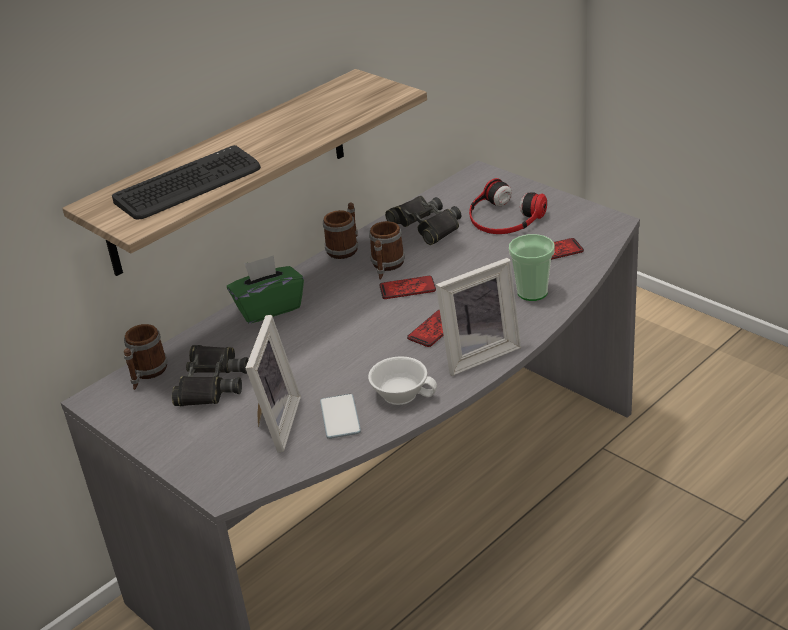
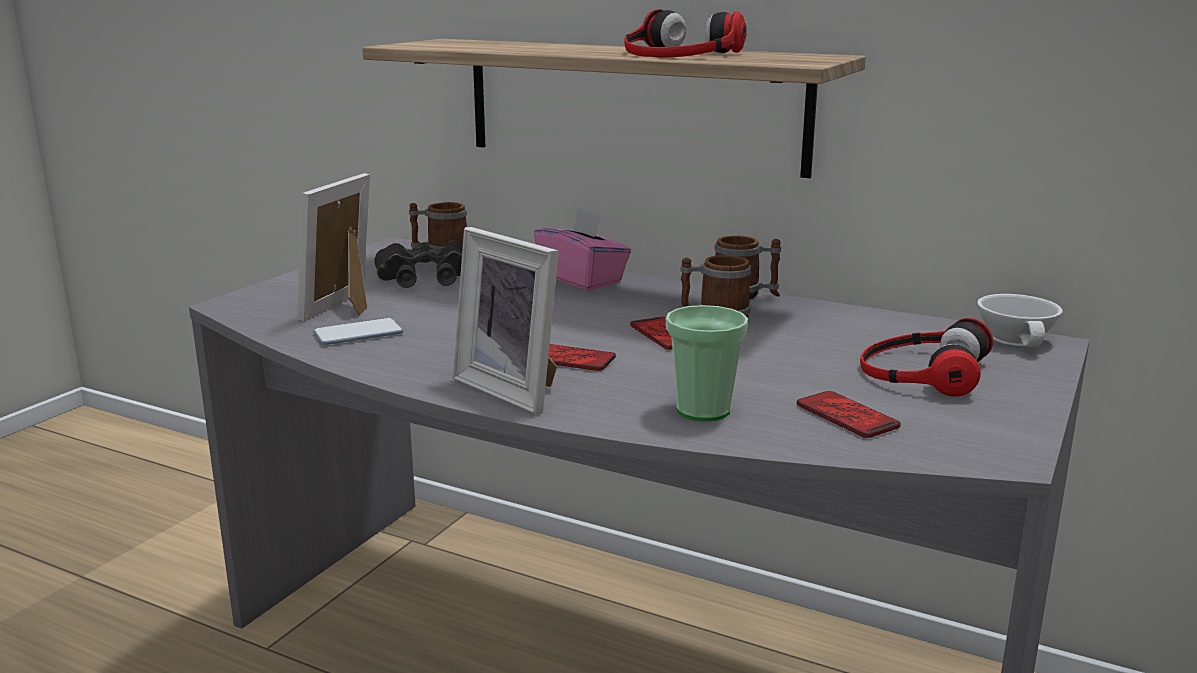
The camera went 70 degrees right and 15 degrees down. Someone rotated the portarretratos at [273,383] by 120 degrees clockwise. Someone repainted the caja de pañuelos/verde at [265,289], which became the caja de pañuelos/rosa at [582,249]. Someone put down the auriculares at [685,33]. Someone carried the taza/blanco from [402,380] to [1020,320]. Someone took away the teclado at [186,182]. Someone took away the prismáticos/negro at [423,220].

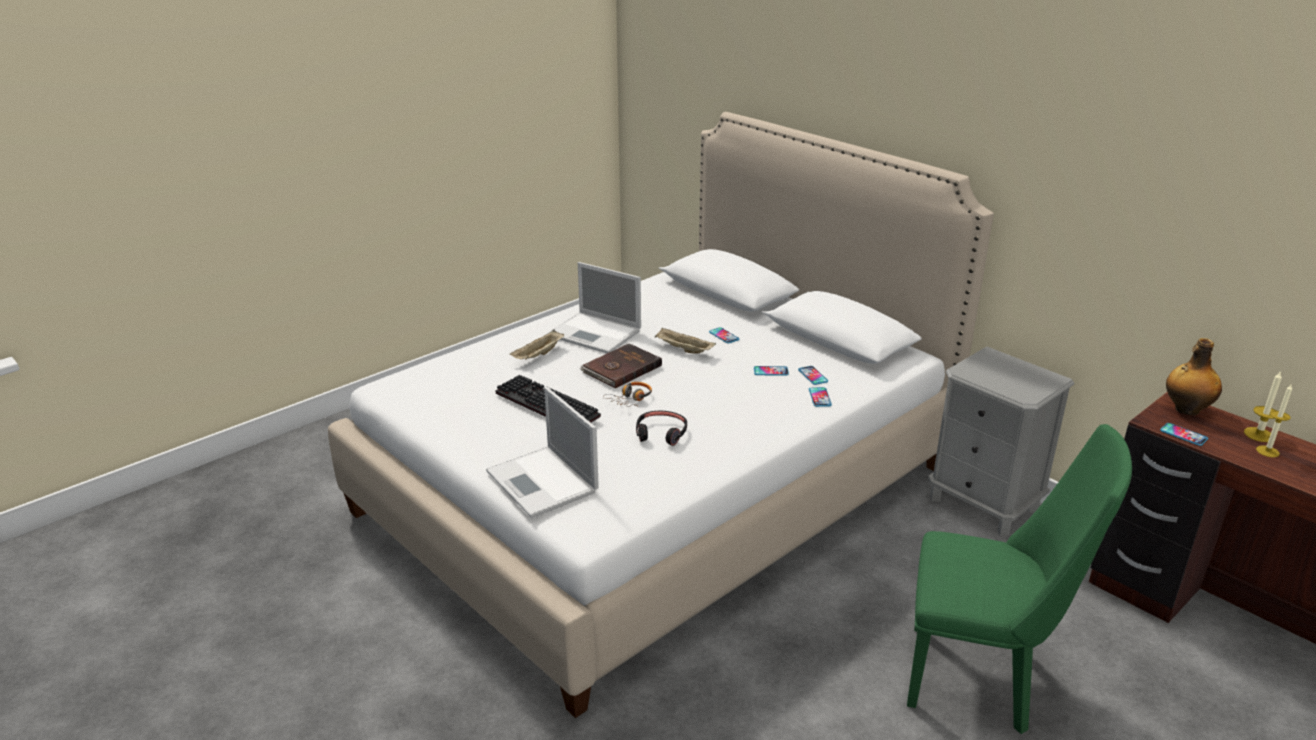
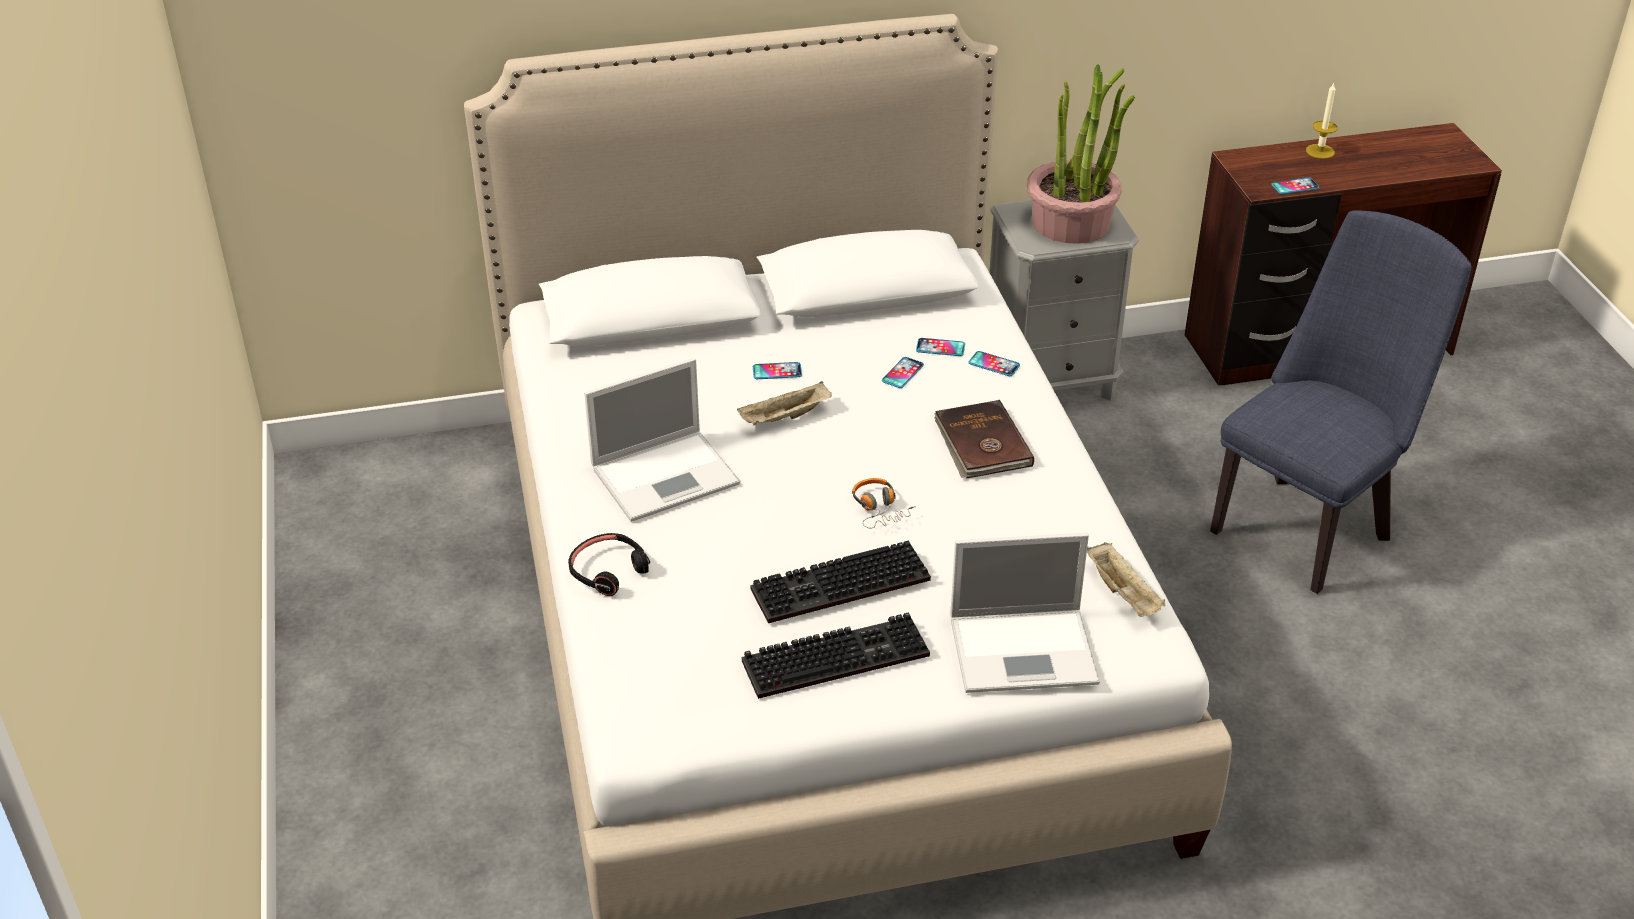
The camera went 60 degrees left and 10 degrees up. Someone carried the auriculares/negro from [661,428] to [609,564]. Someone put down the teclado at [836,655]. Someone carried the libro/marrón from [621,366] to [984,439]. Someone put down the planta en maceta at [1081,154]. Someone carried the bandeja/beis from [537,344] to [1126,579]. Someone repainted the silla/verde at [1019,579], which became the silla/azul at [1341,402]. Someone took away the botella at [1194,376]. Someone took away the vela at [1274,421].

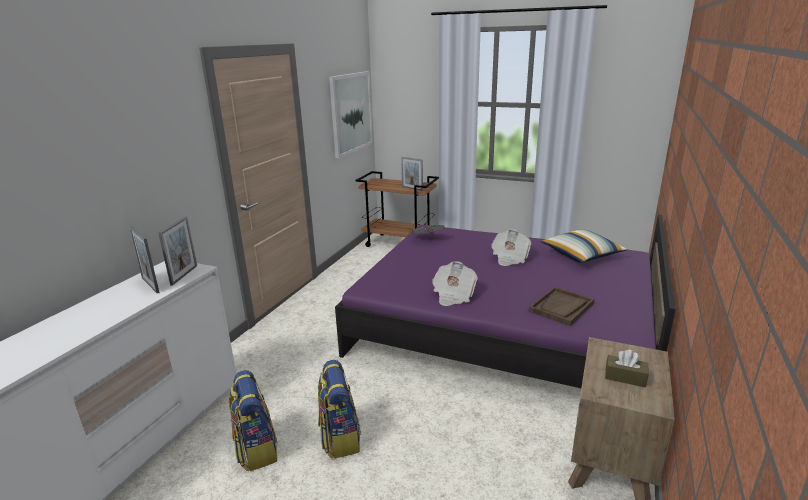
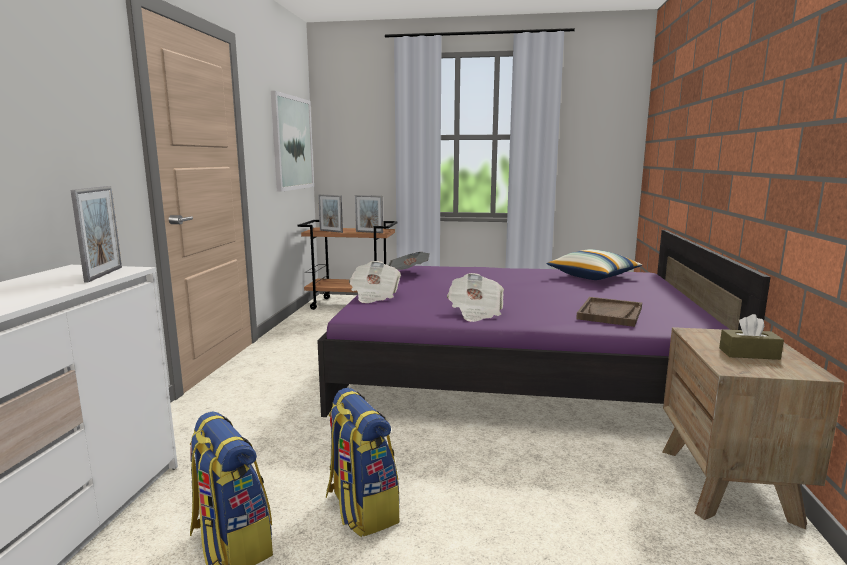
The camera went 15 degrees left and 10 degrees down. Someone carried the portarretratos from [144,259] to [330,213]. Someone carried the periódico from [511,247] to [375,282].

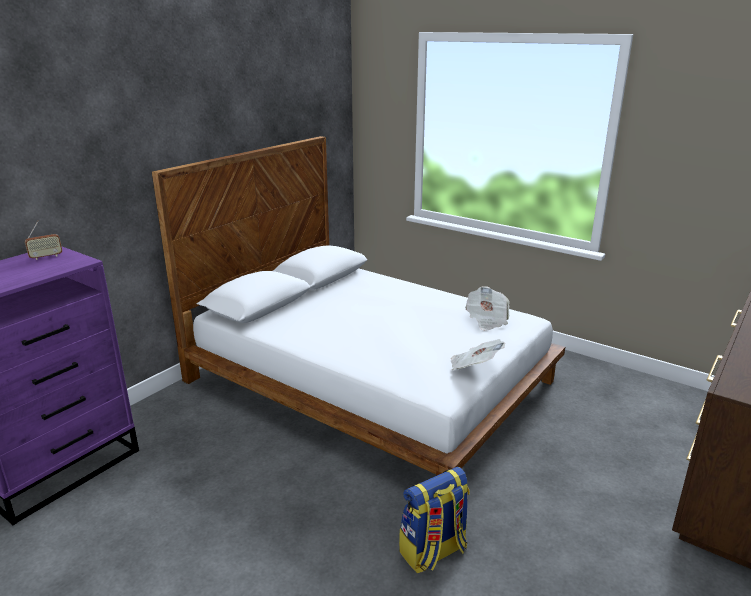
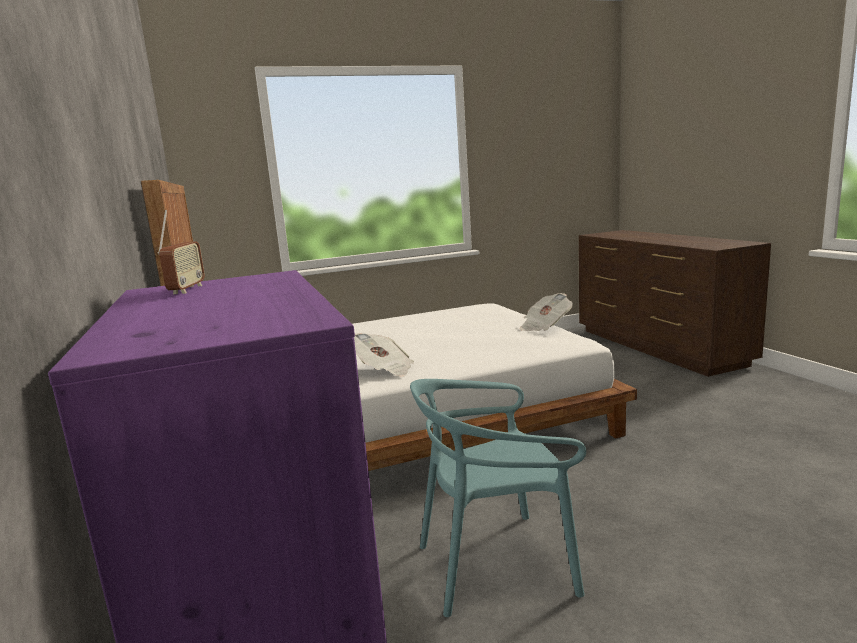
The camera went 55 degrees left and 10 degrees down. Someone carried the periódico from [487,308] to [384,354]. Someone put down the silla/turquesa at [498,498]. Someone took away the mochila at [434,520].

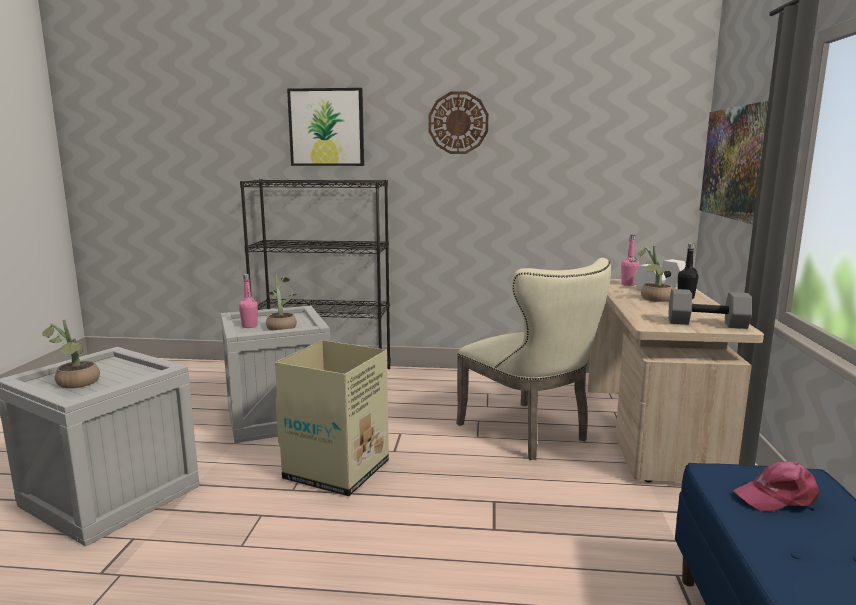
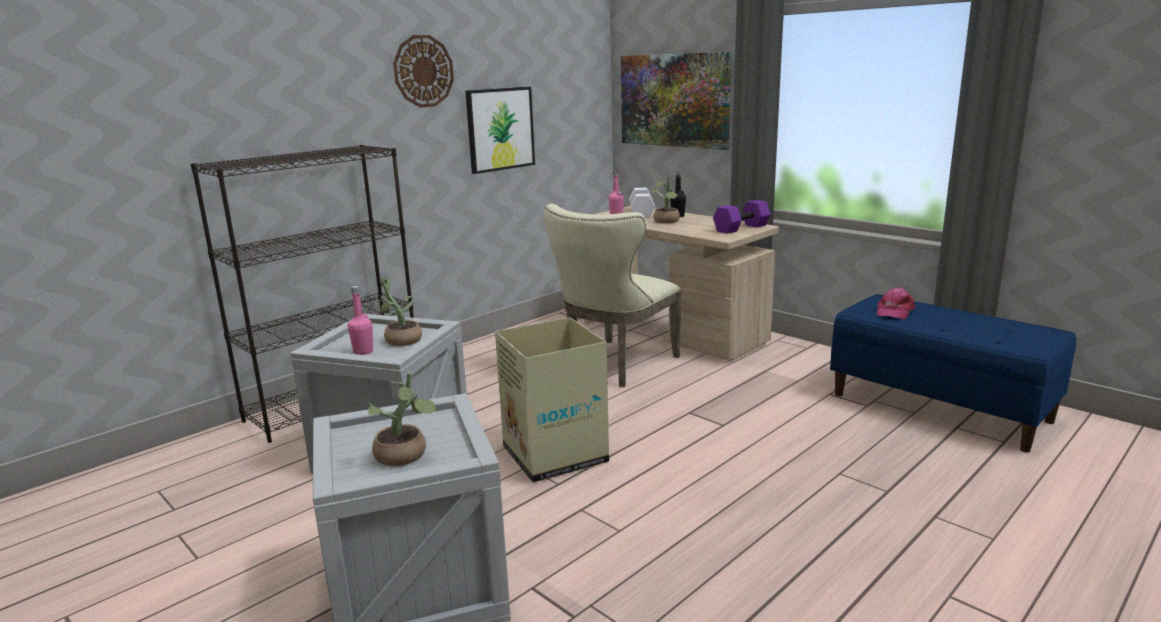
The camera went 50 degrees left and 5 degrees up. Someone carried the cuadro from [325,127] to [500,130]. Someone rotated the silla/beis at [533,359] by 120 degrees clockwise. Someone repainted the mancuerna/gris at [710,309], which became the mancuerna/morado at [742,217].

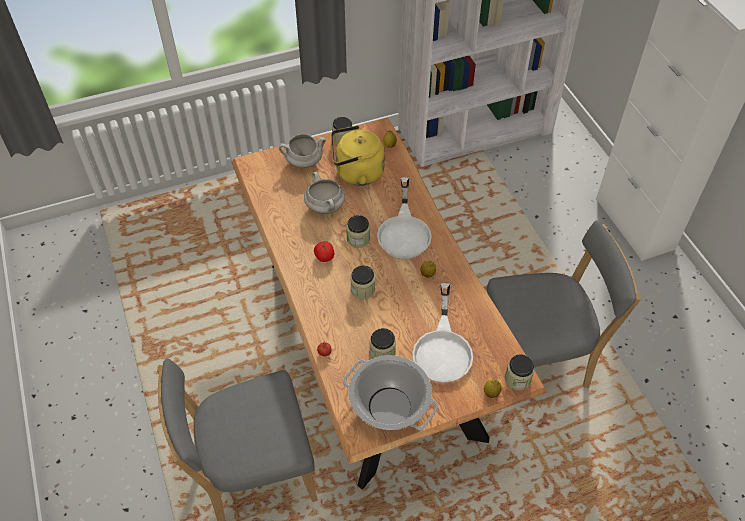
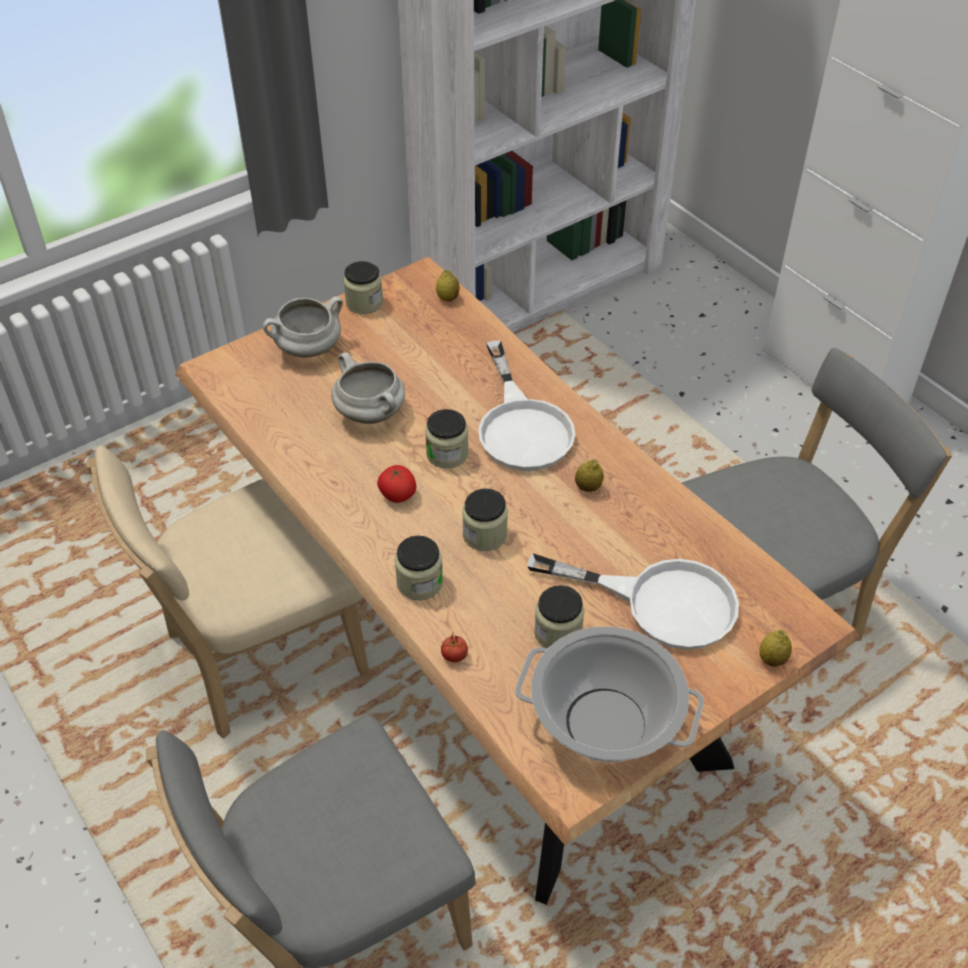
The camera went 15 degrees left and 5 degrees down. Someone put down the silla/beis at [228,592]. Someone carried the tarro from [519,372] to [419,568]. Someone rotated the sartén/blanco at [442,333] by 60 degrees counterclockwise. Someone took away the hervidor/amarillo at [358,155].

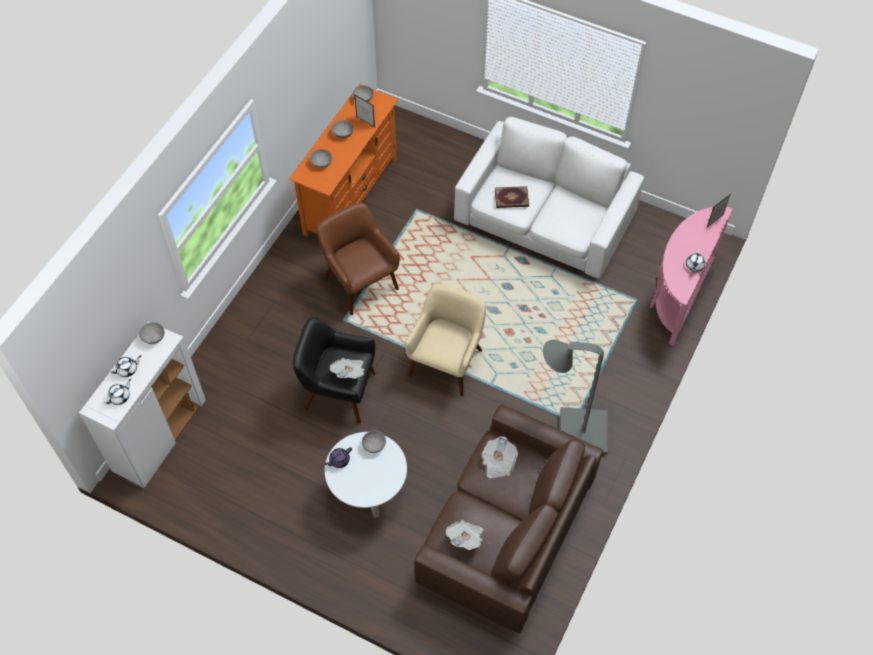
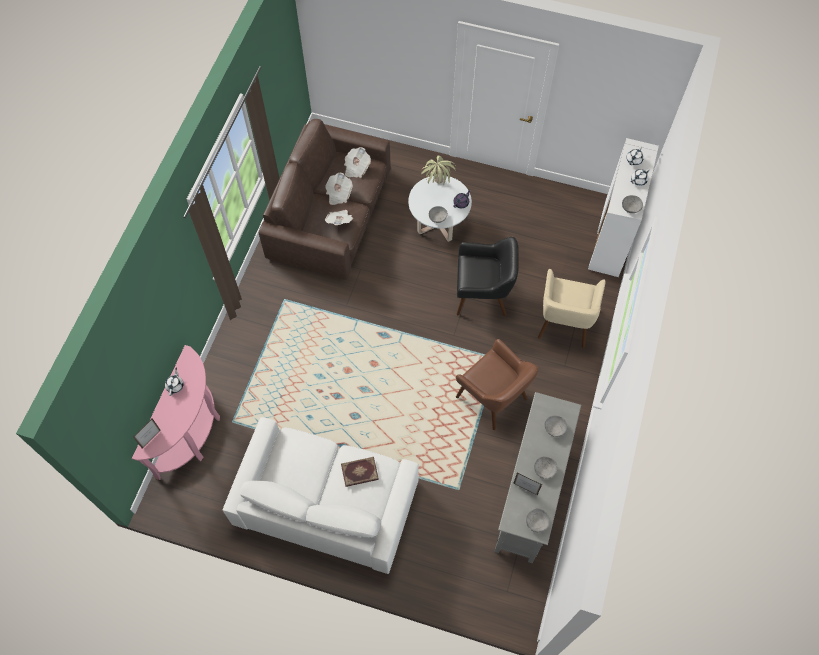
The camera went 170 degrees right and 5 degrees up. Someone carried the periódico from [347,368] to [339,189]. Someone put down the planta en maceta at [438,170]. Someone repainted the mueble de televisión/naranja at [344,160], which became the mueble de televisión/gris at [537,477]. Someone carried the sillón/beis from [445,340] to [572,308]. Someone took away the lámpara de pie/gris at [575,397].

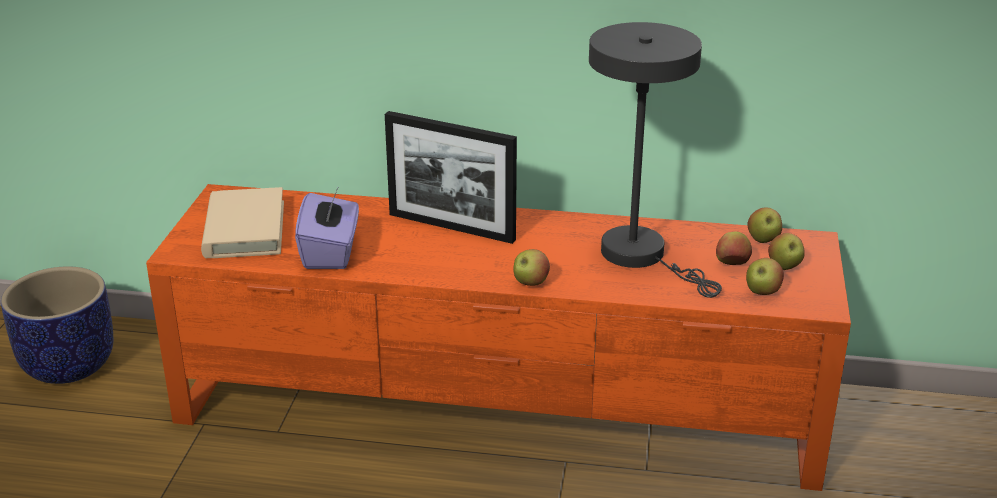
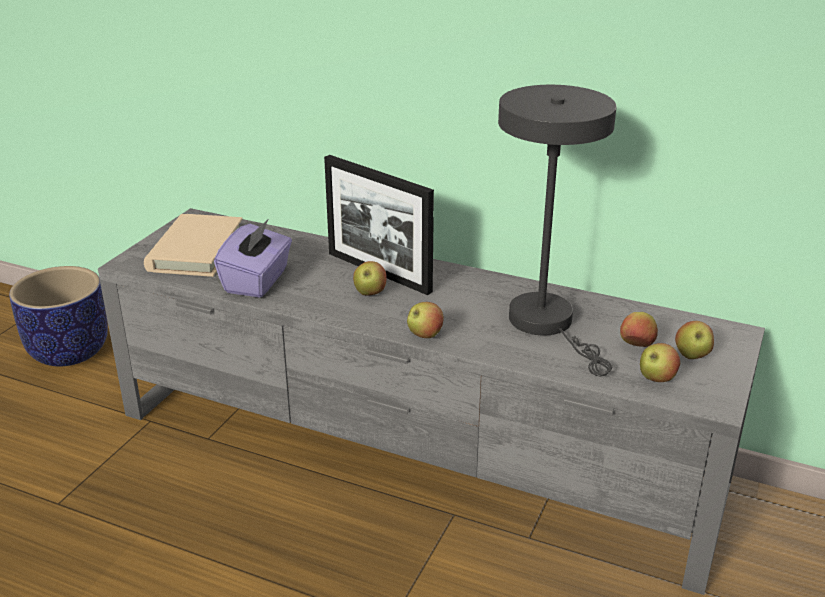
The camera went 15 degrees right and 0 degrees up. Someone repainted the mueble de televisión/naranja at [498,337], which became the mueble de televisión/gris at [431,401]. Someone carried the manzana from [764,225] to [370,278].

